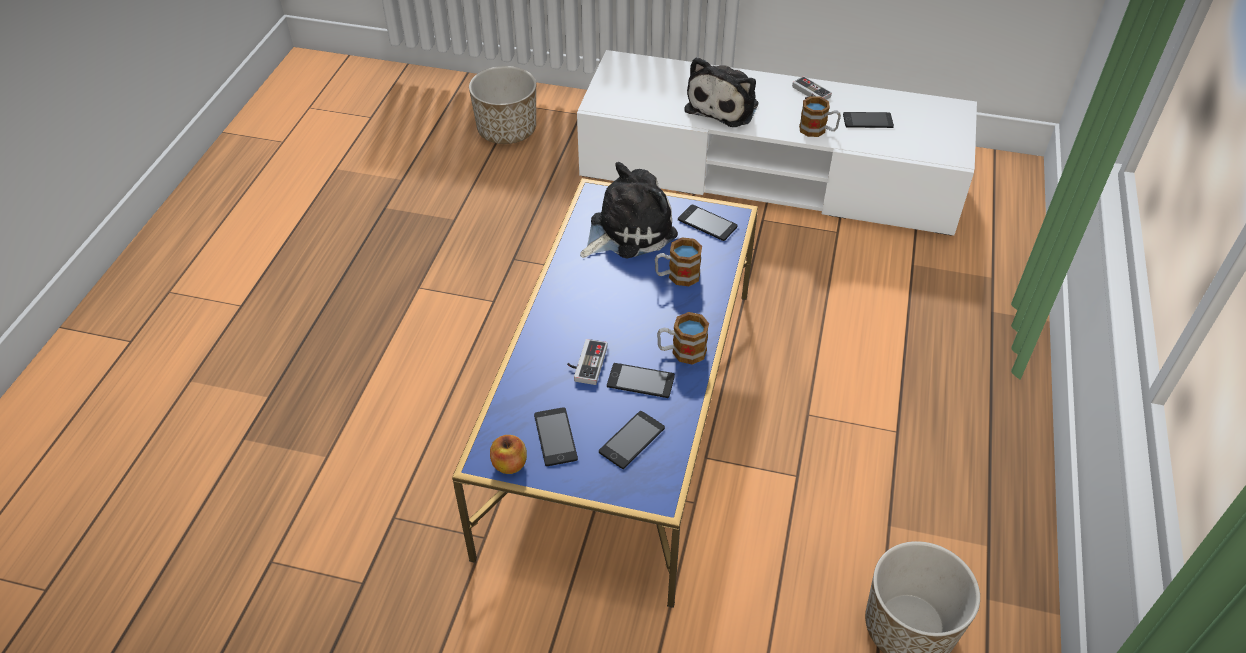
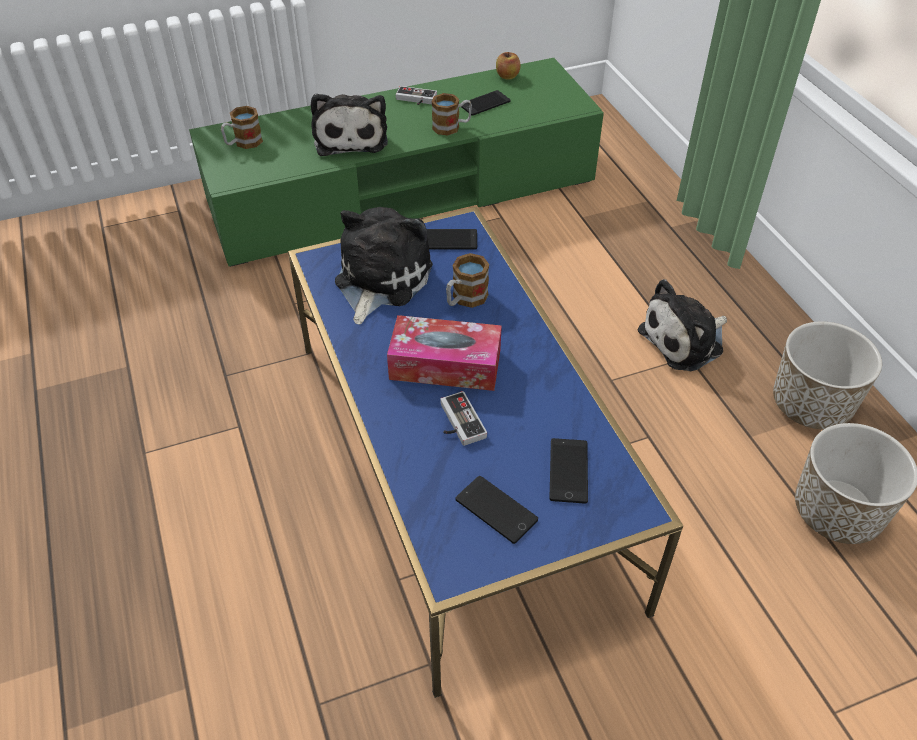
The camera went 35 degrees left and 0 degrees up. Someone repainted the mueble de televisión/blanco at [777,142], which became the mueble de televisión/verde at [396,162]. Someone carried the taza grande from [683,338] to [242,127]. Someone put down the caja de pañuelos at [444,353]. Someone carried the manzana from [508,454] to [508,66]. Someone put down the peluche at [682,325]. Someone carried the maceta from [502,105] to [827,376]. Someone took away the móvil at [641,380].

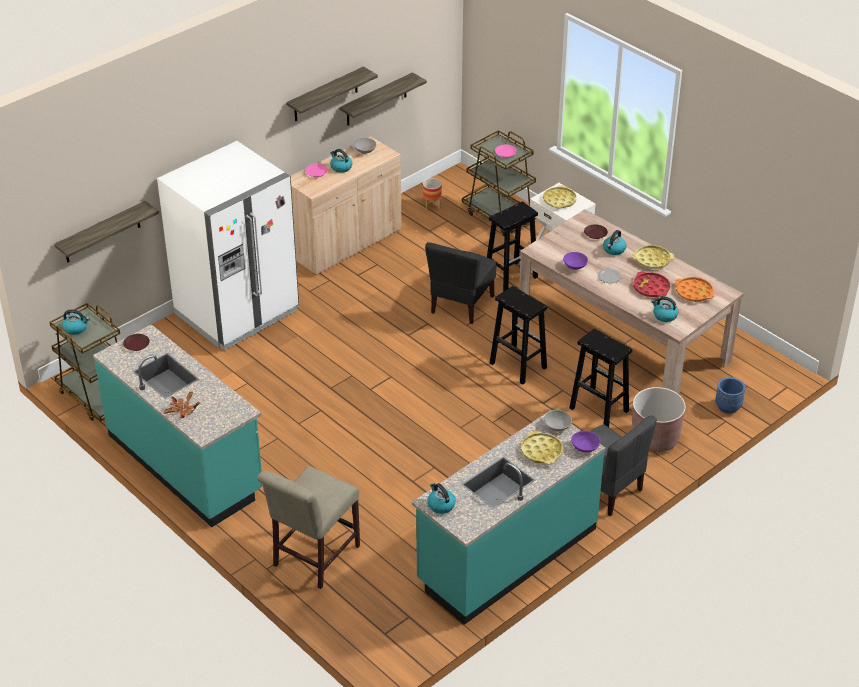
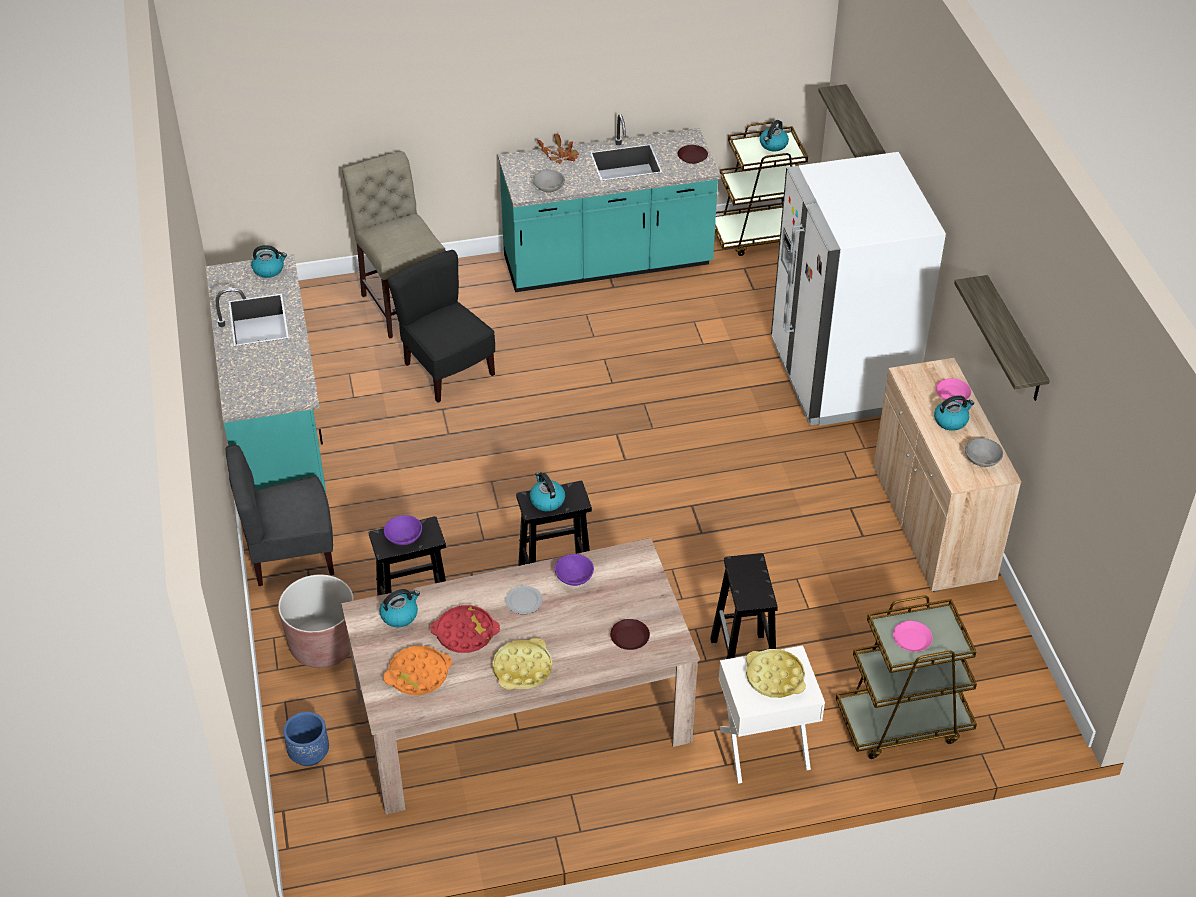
The camera went 120 degrees right and 5 degrees up. Someone carried the cuenco/morado from [585,441] to [403,530]. Someone carried the silla/negro from [460,283] to [441,326]. Someone carried the hervidor from [615,242] to [547,491]. Someone carried the cuenco/gris from [558,420] to [549,181]. Someone took away the estante at [383,98]. Someone took away the maceta at [432,194]. Someone took away the bandeja/amarillo at [542,448].

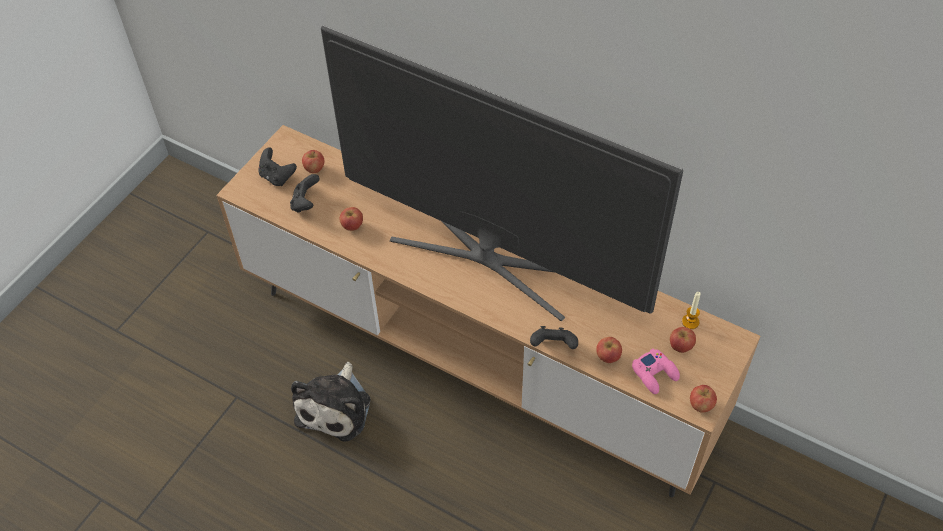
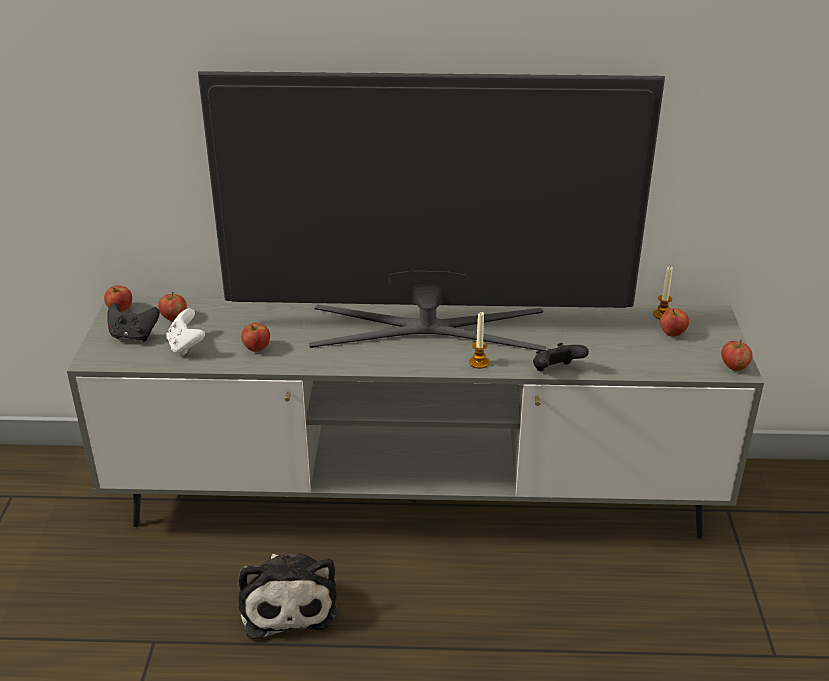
The camera went 30 degrees left and 20 degrees down. Someone repainted the mueble de televisión/marrón at [488,311], which became the mueble de televisión/gris at [415,418]. Someone carried the manzana from [609,350] to [118,298]. Someone repainted the mando de consola/negro at [305,193], which became the mando de consola/blanco at [186,332]. Someone put down the vela at [479,340]. Someone took away the mando de consola/rosa at [656,371].

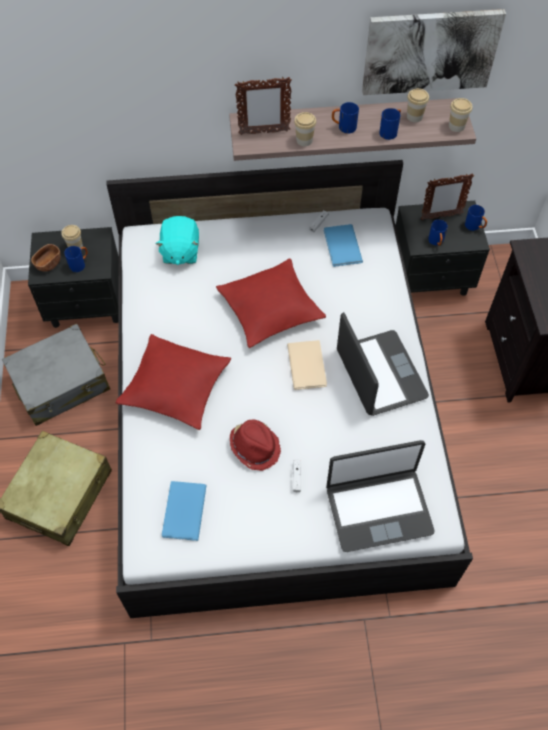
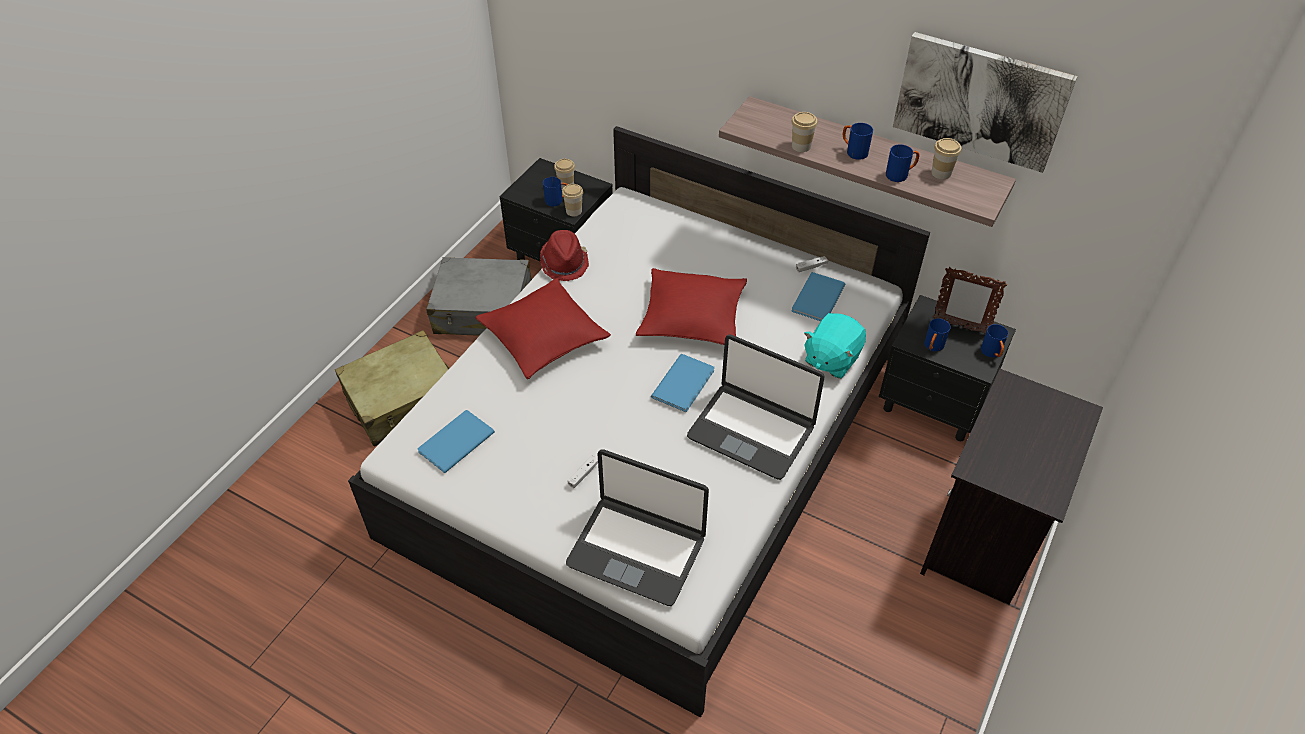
The camera went 35 degrees right and 10 degrees down. Someone carried the sombrero/rojo from [255,445] to [564,255]. Someone carried the taza from [460,115] to [572,200]. Someone repainted the libro/beis at [307,365], which became the libro/azul at [683,383]. Someone rotated the portátil at [383,364] by 105 degrees clockwise. Someone carried the peluche/turquesa from [177,240] to [835,346]. Someone took away the cuenco/marrón at [46,258]. Someone took away the portarretratos at [263,106].

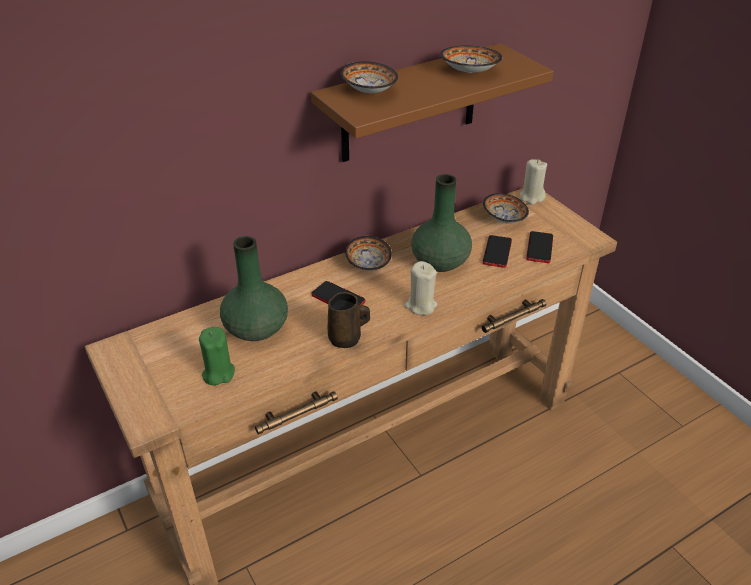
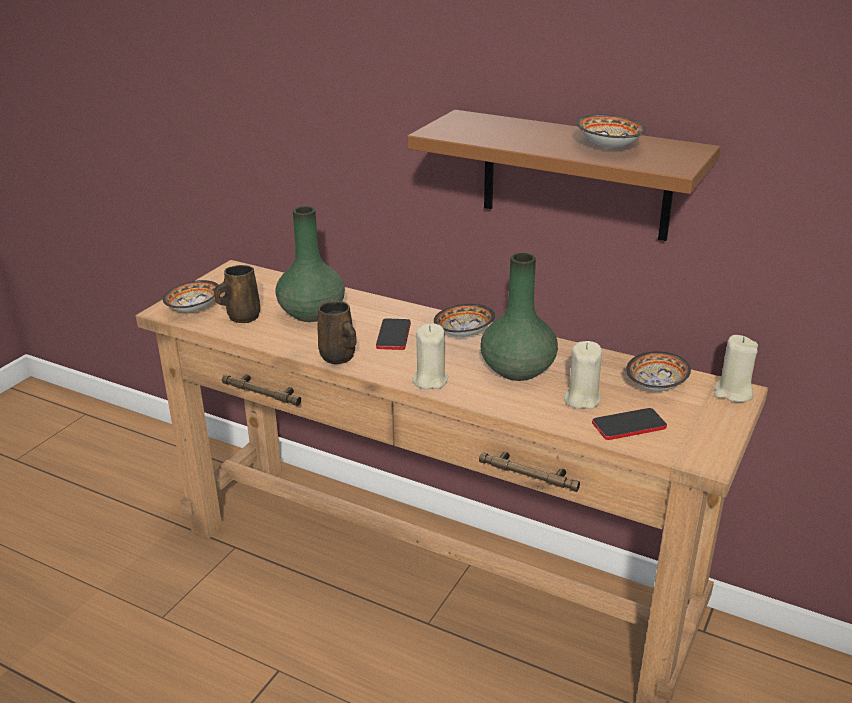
The camera went 60 degrees right and 10 degrees down. Someone carried the cuenco from [369,77] to [190,296]. Someone swapped the vela/verde at [217,356] for the taza grande/marrón at [237,294]. Someone swapped the móvil at [497,251] for the vela/beis at [583,375].

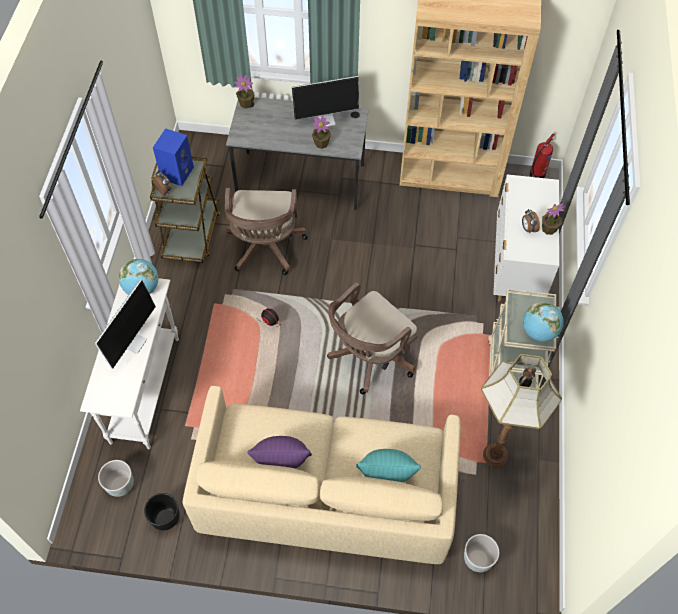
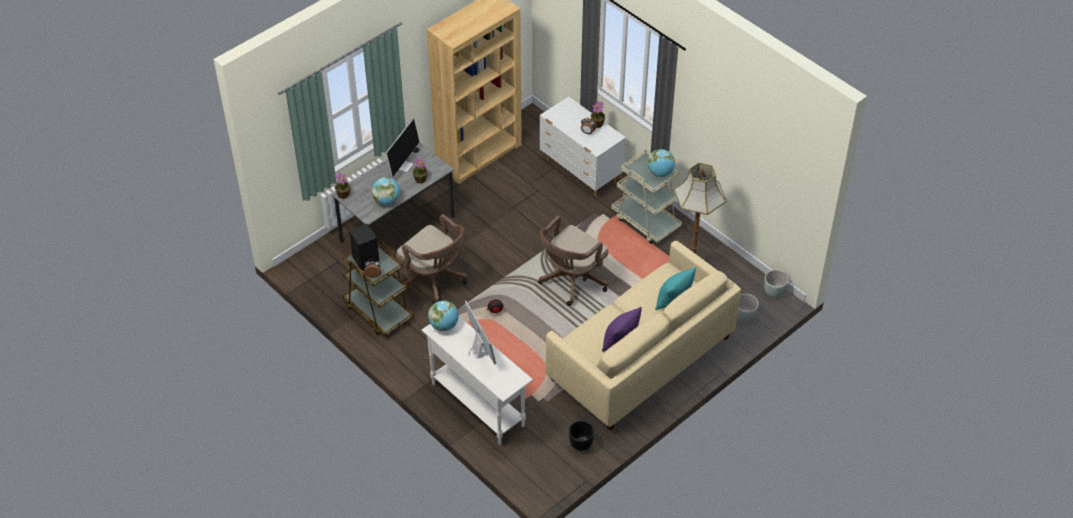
The camera went 50 degrees left and 10 degrees down. Someone repainted the altavoz/azul at [173,157], which became the altavoz/negro at [364,247]. Someone put down the globo terráqueo at [386,191]. Someone rotated the silla de oficina/marrón at [372,338] by 45 degrees clockwise. Someone carried the maceta/gris from [116,478] to [776,284]. Someone took away the extintor at [542,156].

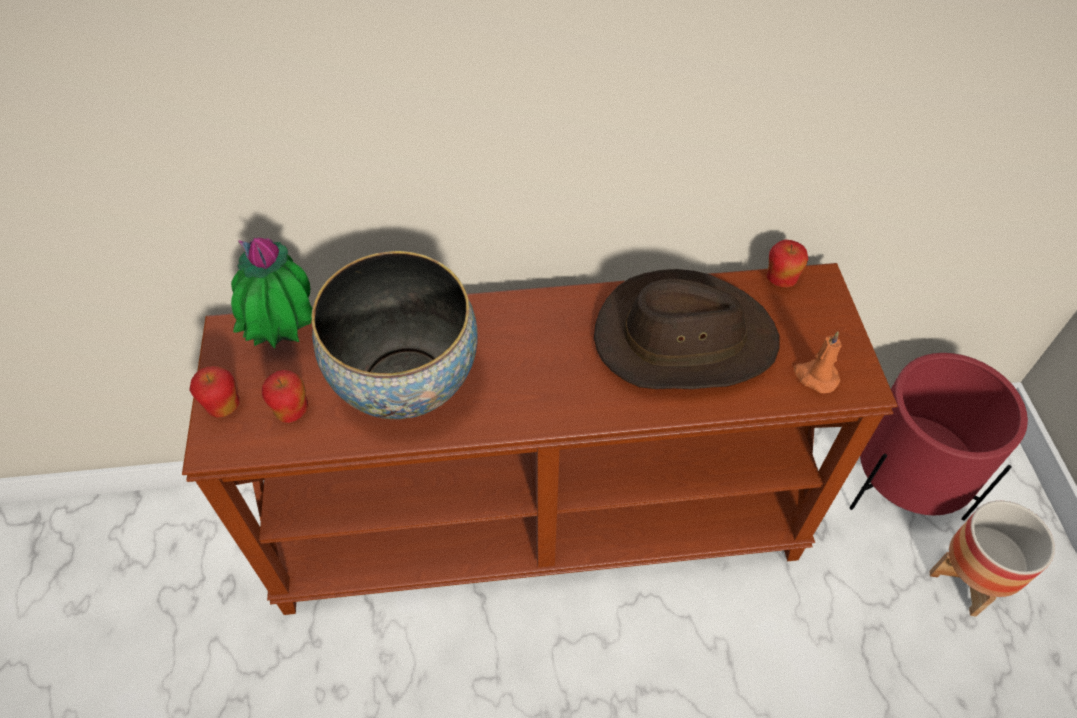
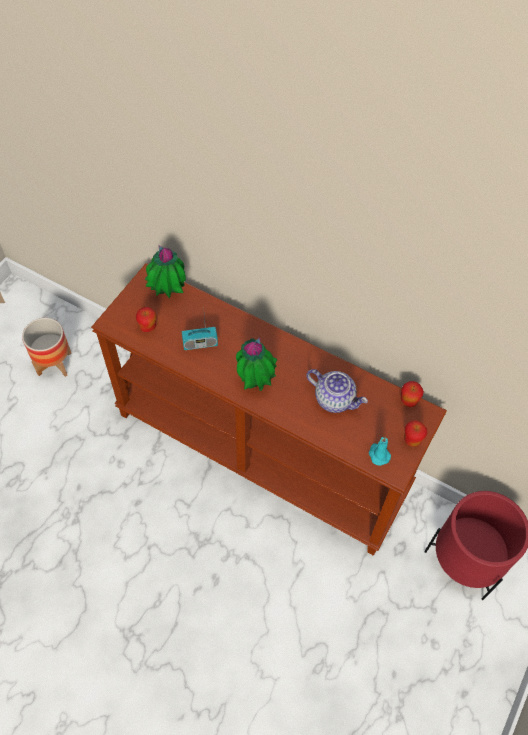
The camera went 35 degrees right and 5 degrees up. Someone carried the maceta from [992,559] to [46,347]. Someone swapped the cuenco at [394,335] for the radio at [200,333]. Someone put down the planta en maceta at [256,364]. Someone swapped the sombrero/marrón at [687,329] for the tetera at [337,391]. Someone repainted the vela/naranja at [818,362], which became the vela/turquesa at [380,451]. Someone carried the manzana from [214,391] to [415,433].

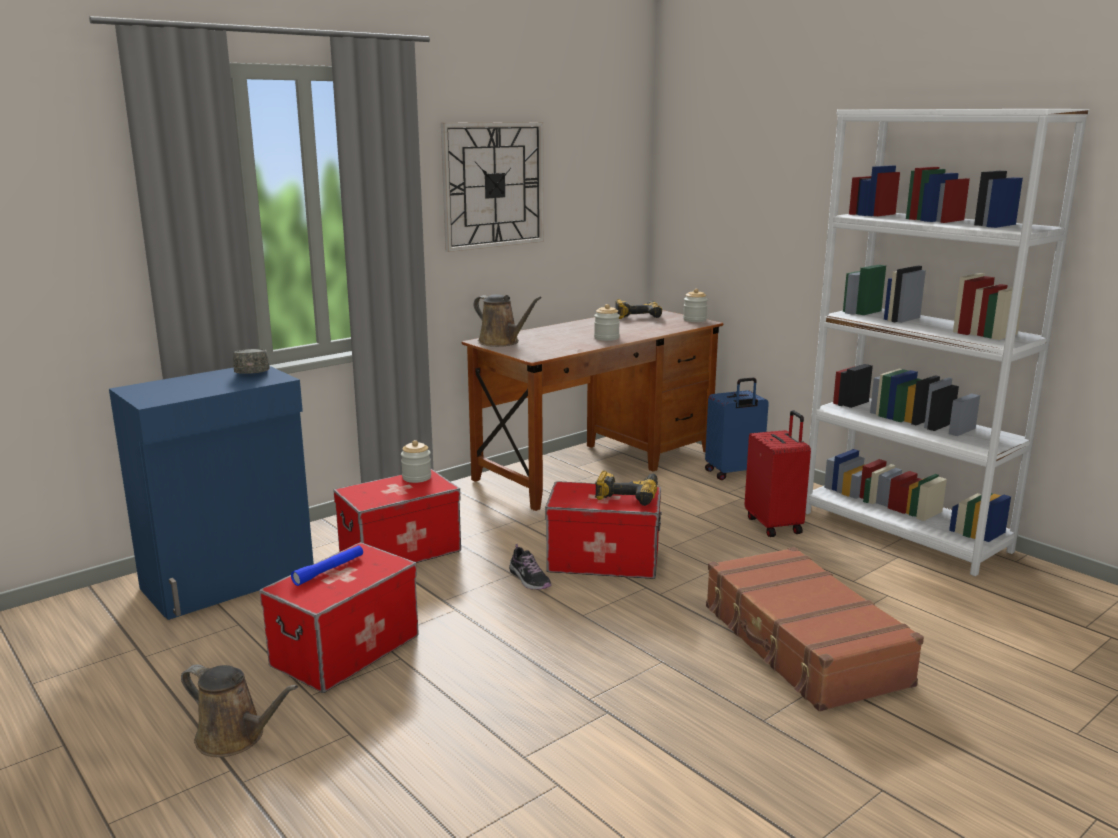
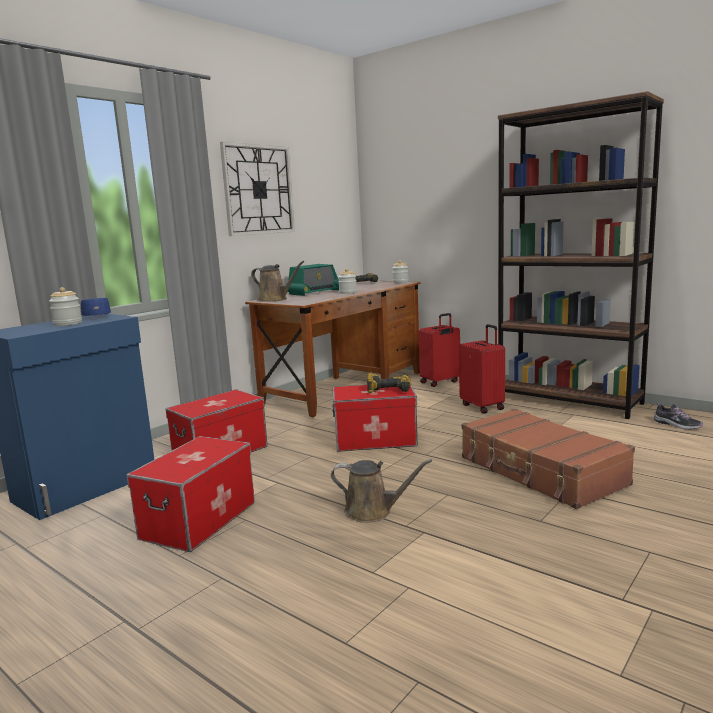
The camera went 10 degrees left and 5 degrees down. Someone carried the tarro from [416,461] to [65,306]. Someone repainted the gorra/gris at [251,361], which became the gorra/azul at [96,307]. Someone put down the radio at [313,280]. Someone carried the regadera/marrón from [239,710] to [381,491]. Someone repainted the maleta/azul at [737,428], which became the maleta/rojo at [439,350]. Someone repainted the estantería/blanco at [947,342], which became the estantería/marrón at [581,255]. Someone carried the zapato from [530,567] to [678,415]. Someone took away the linterna/azul at [327,565].

